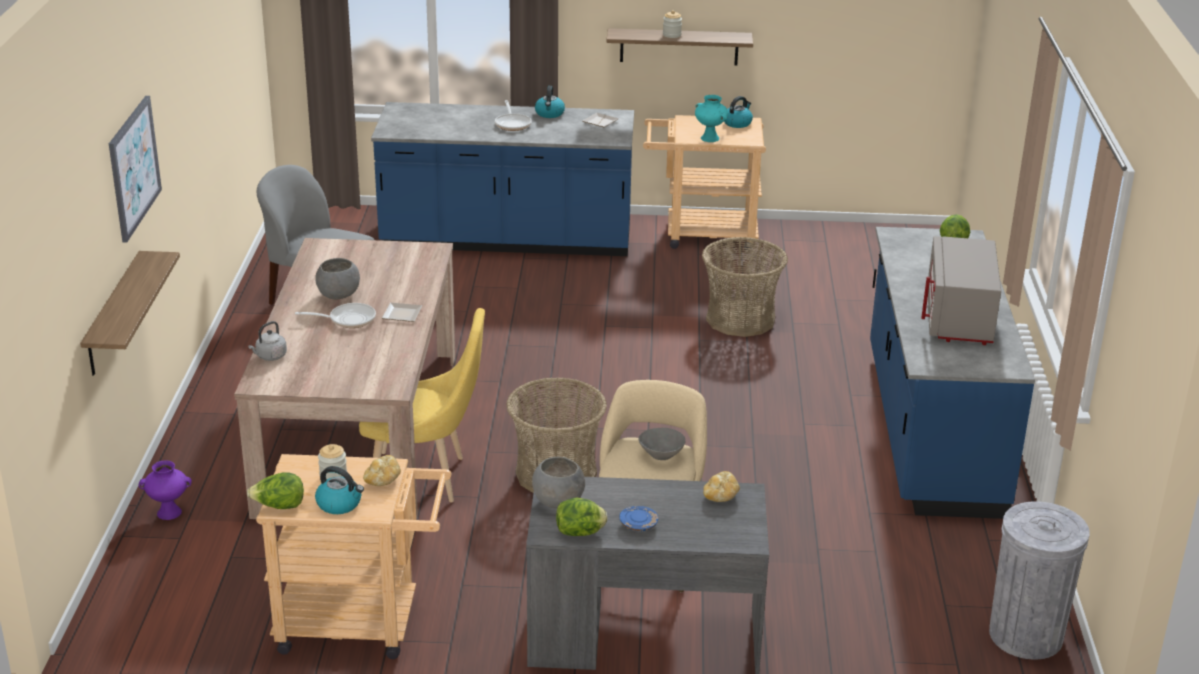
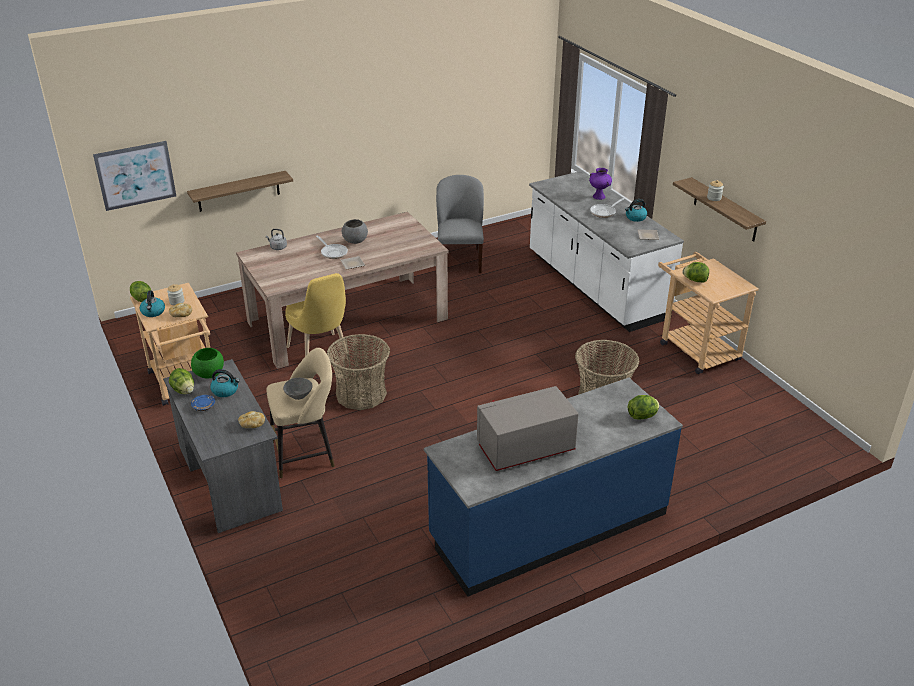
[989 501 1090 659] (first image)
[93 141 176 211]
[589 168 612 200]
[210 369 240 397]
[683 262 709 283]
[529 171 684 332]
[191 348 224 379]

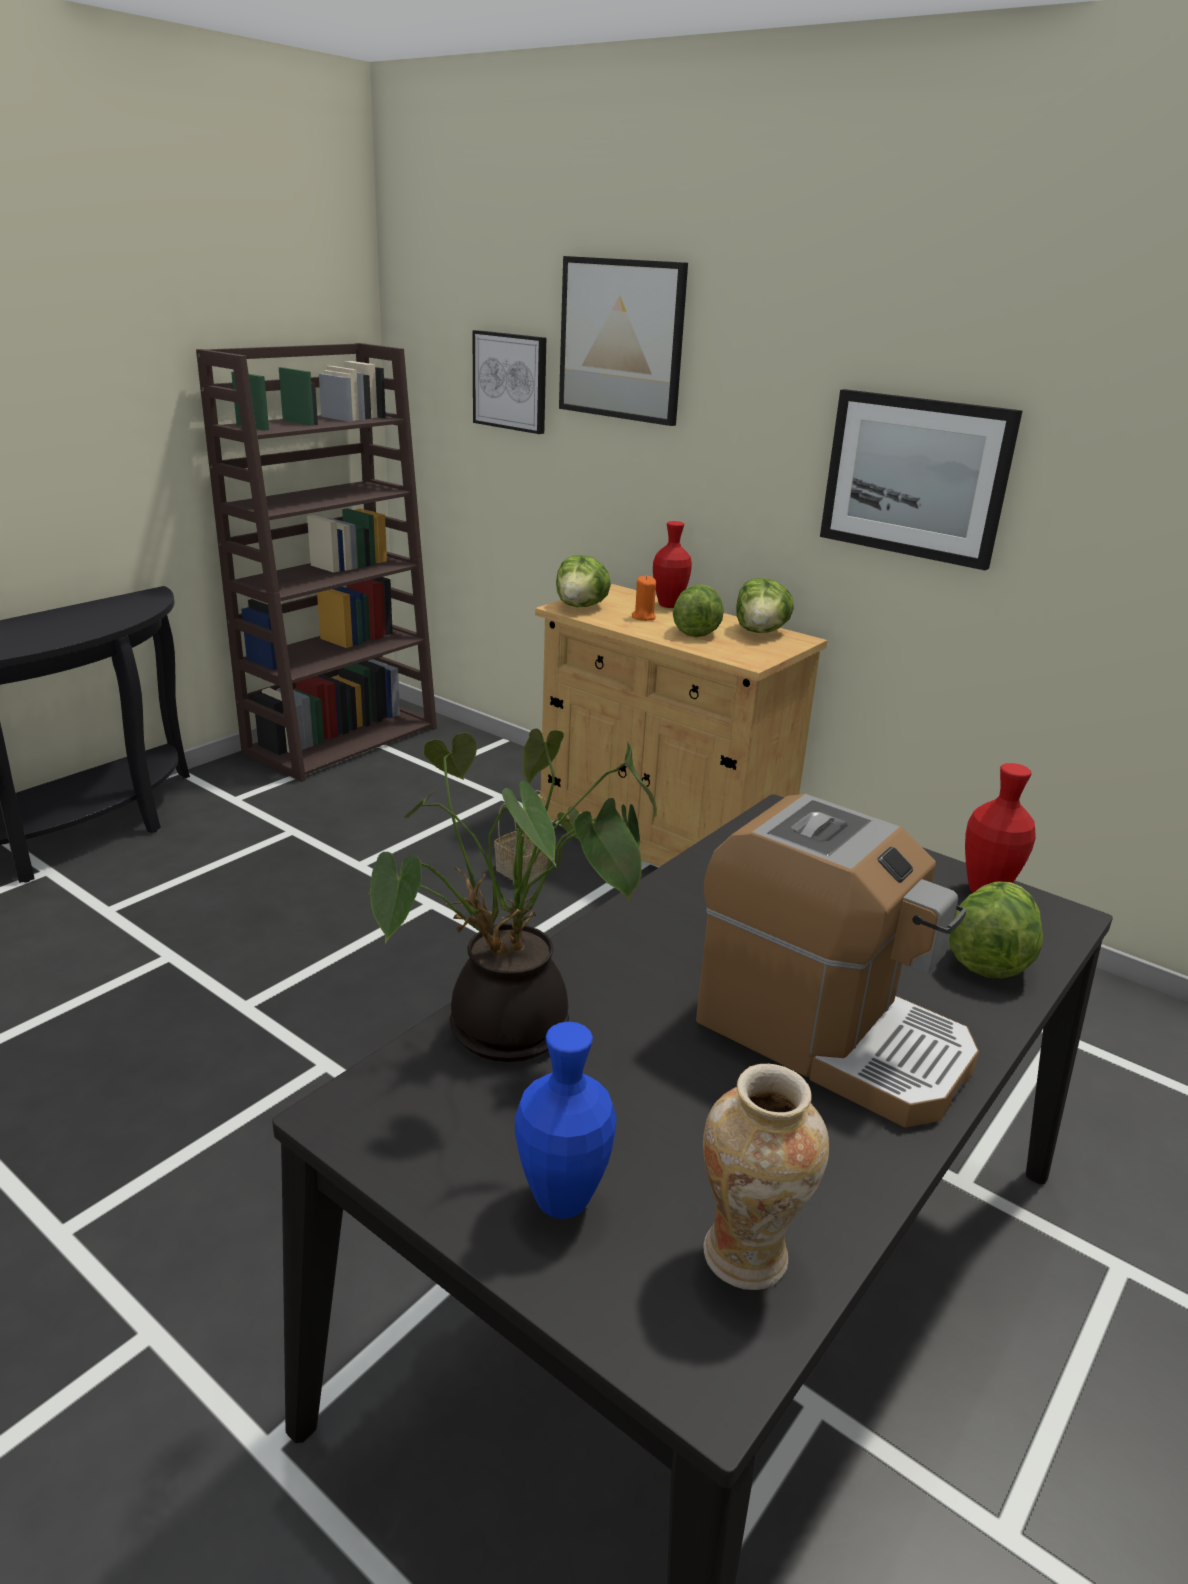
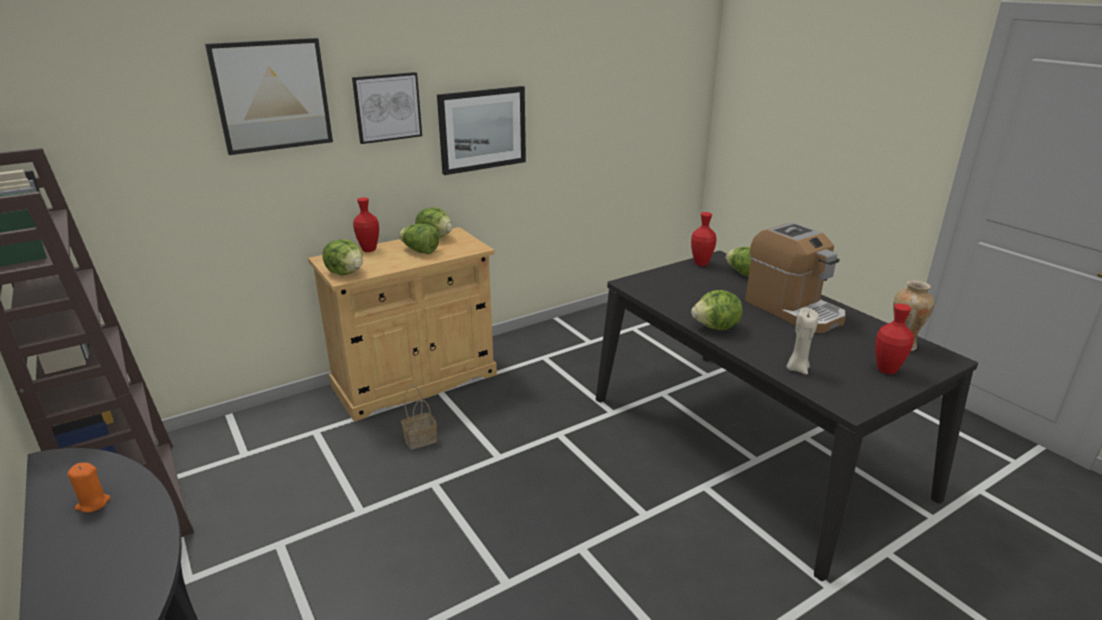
[691 290 743 330]
[352 72 422 144]
[68 463 110 513]
[786 308 819 375]
[875 304 914 374]
[745 222 846 333]

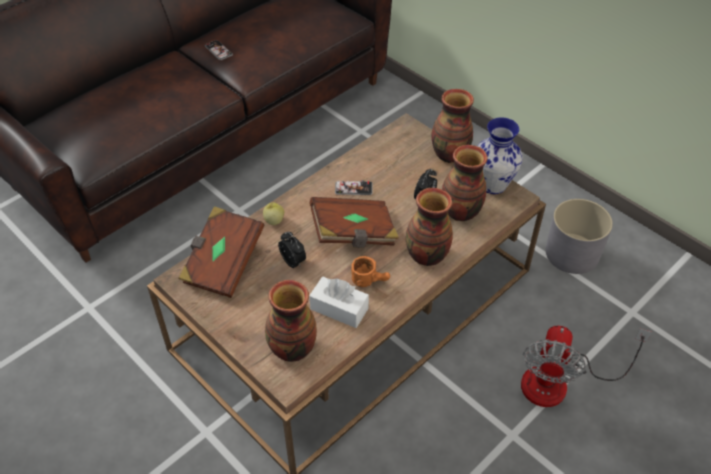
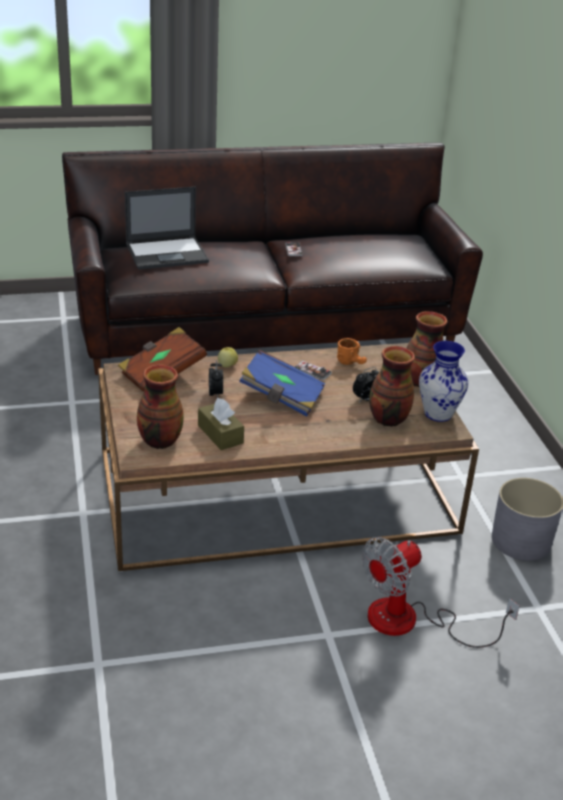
[406 188 453 266] (first image)
[125 187 209 270]
[337 338 367 365]
[198 398 244 450]
[239 350 325 417]

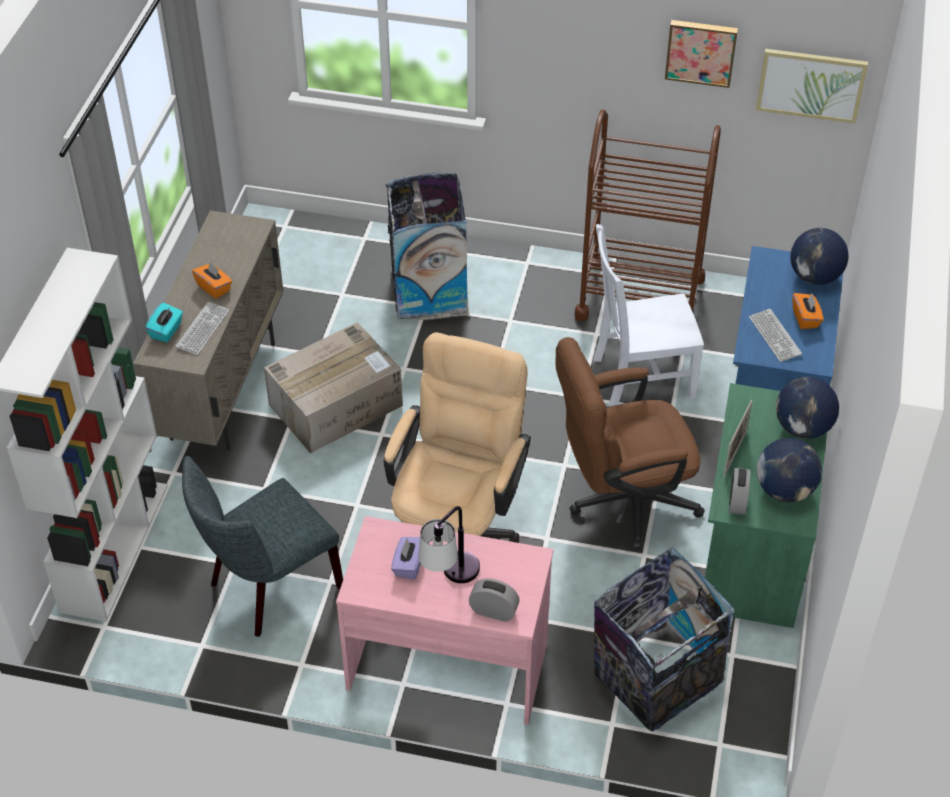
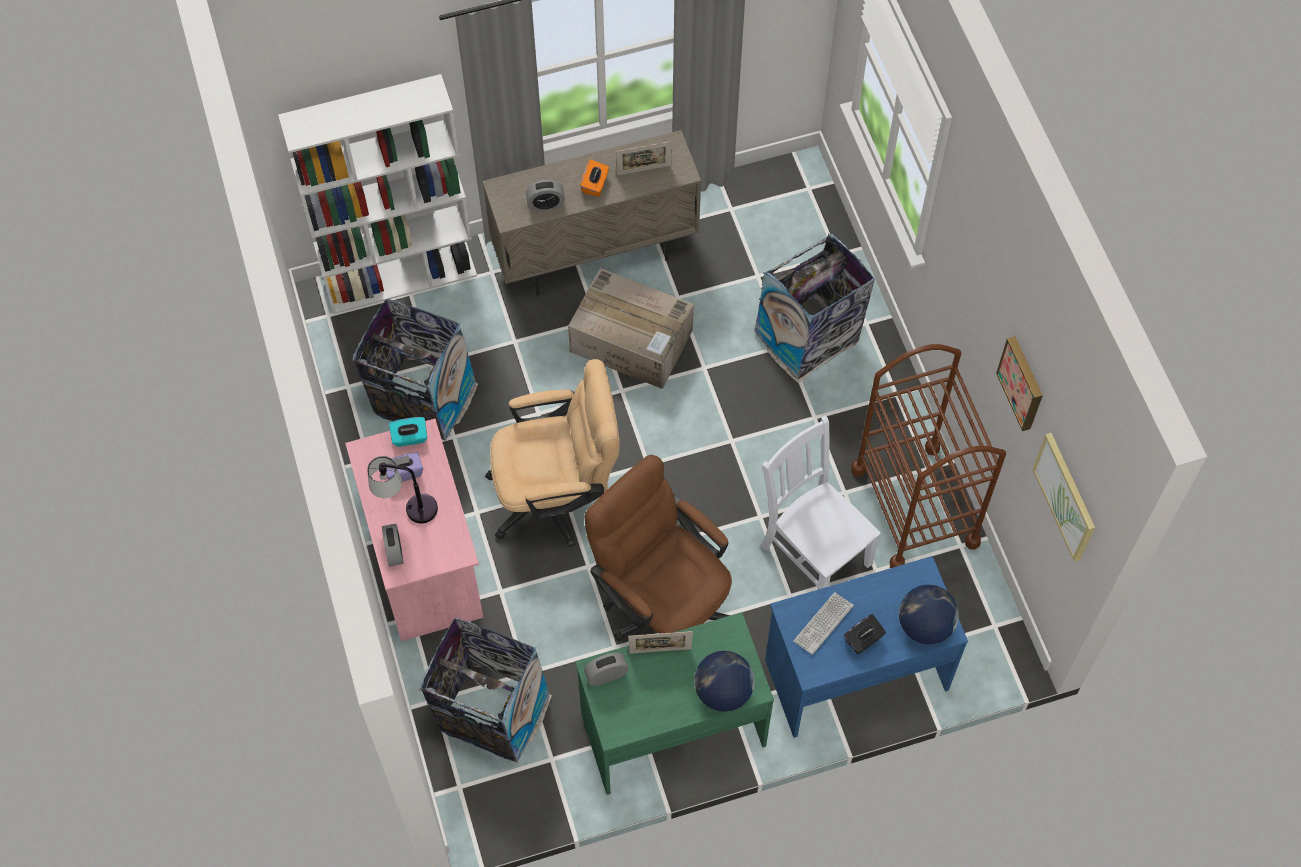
[757 438 822 502] (first image)
[616 141 672 175]
[389 417 427 447]
[526 180 565 211]
[352 299 478 441]
[844 614 886 654]

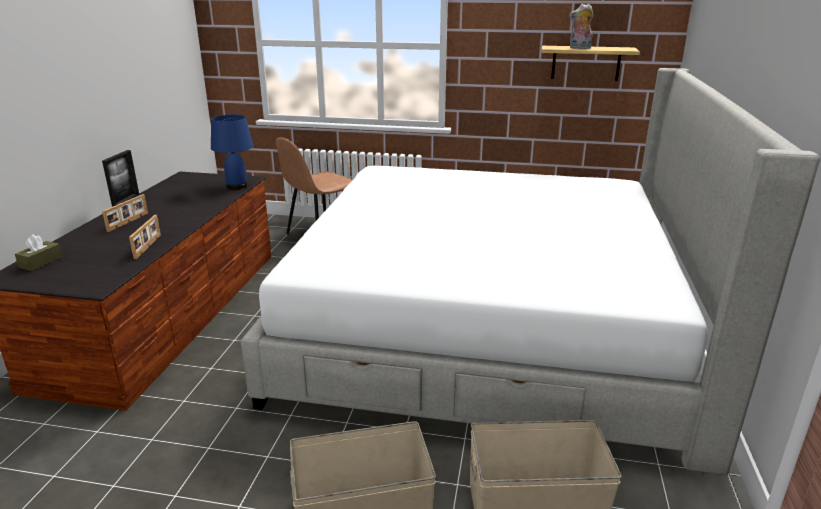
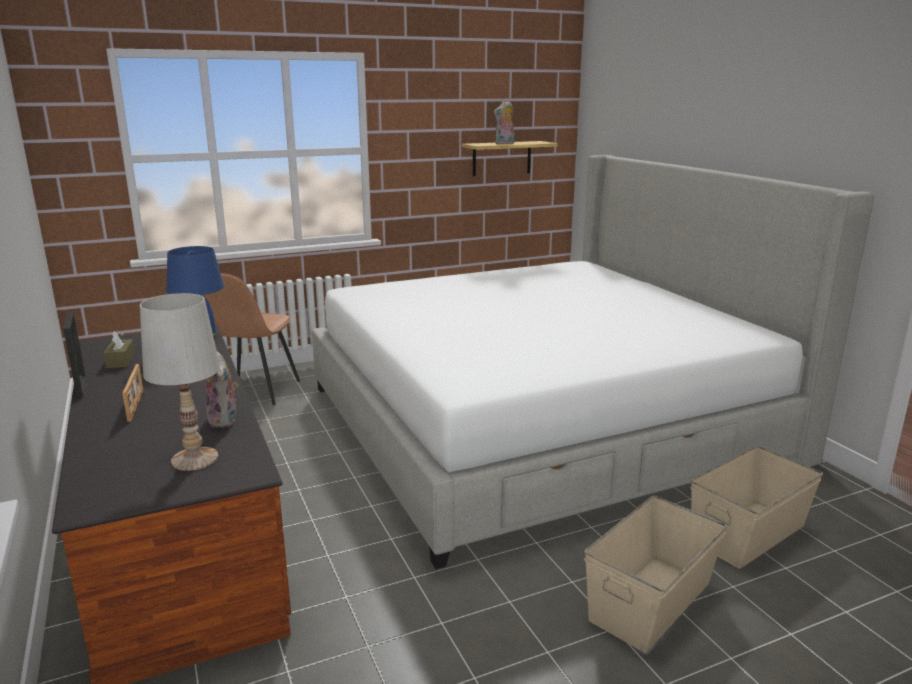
[140 293 220 471]
[103 331 135 368]
[206 351 238 428]

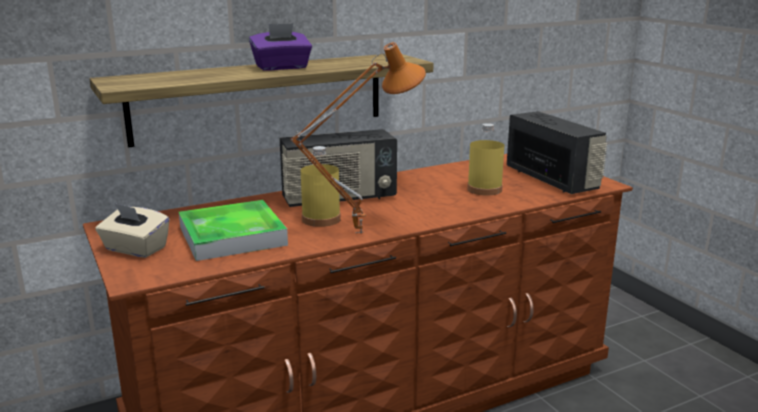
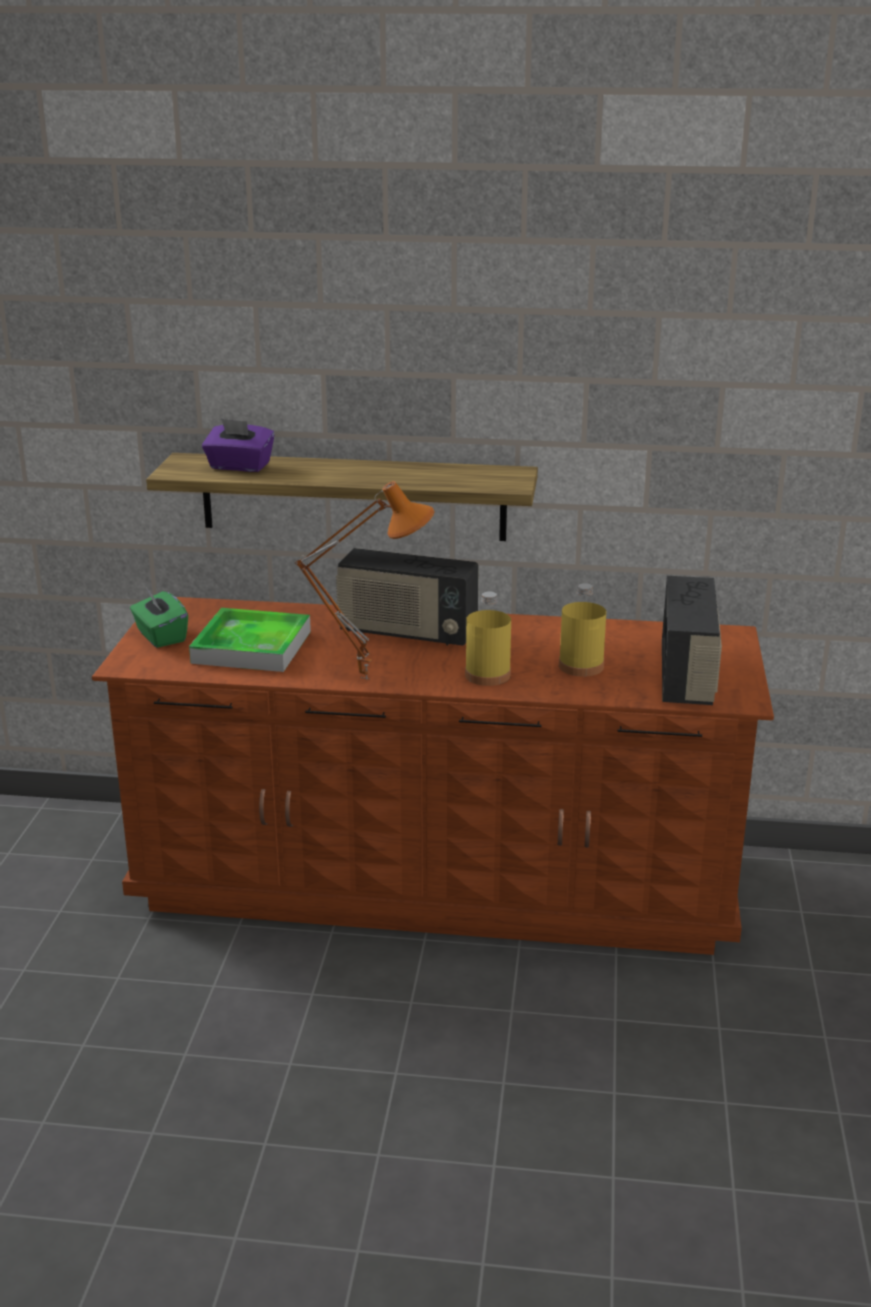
[202 419 275 472]
[465 592 511 686]
[130 589 188 648]

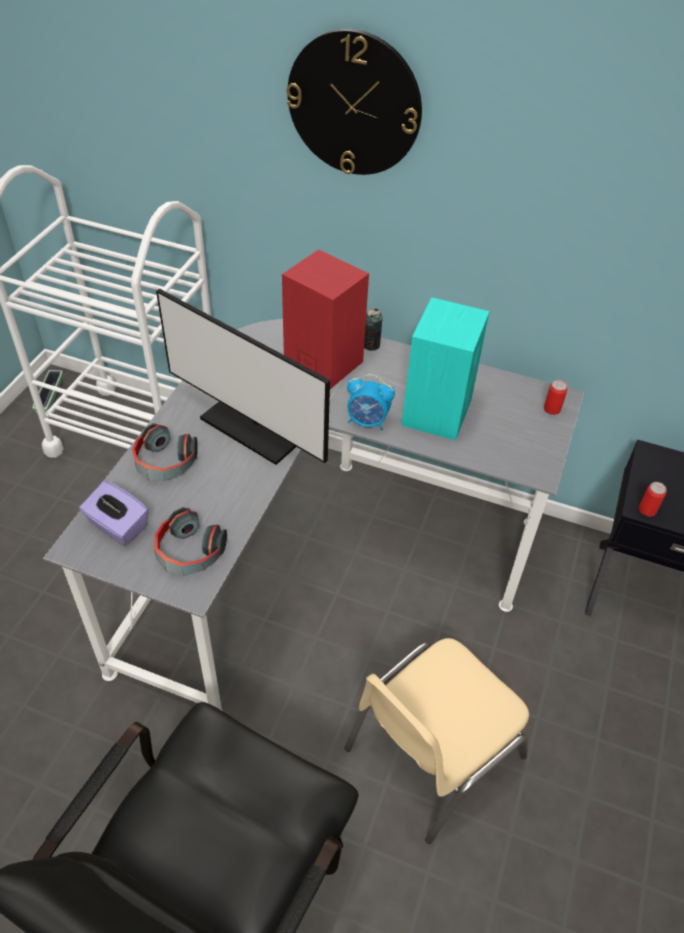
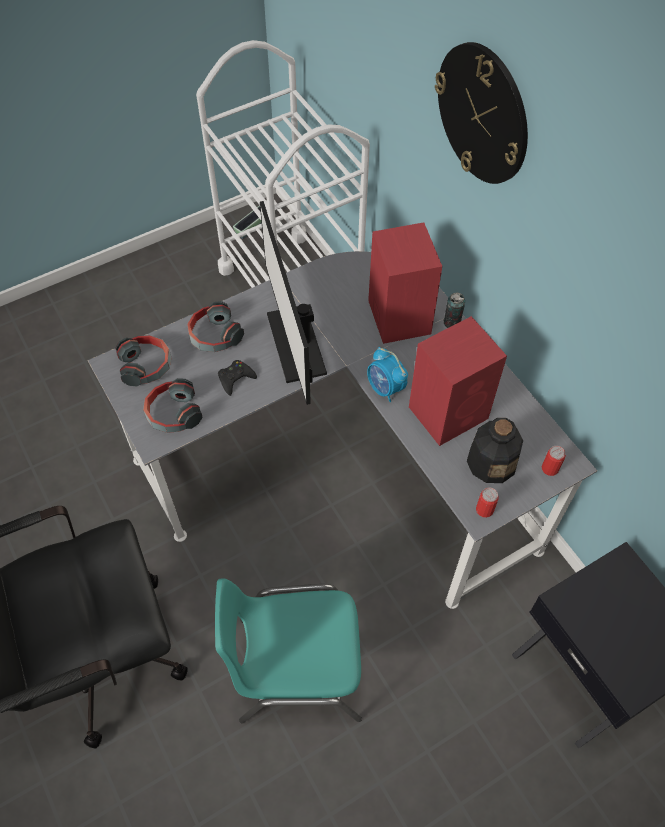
[218 360 257 396]
[467 418 523 483]
[476 487 499 518]
[115 335 171 387]
[215 579 362 724]
[409 316 507 446]

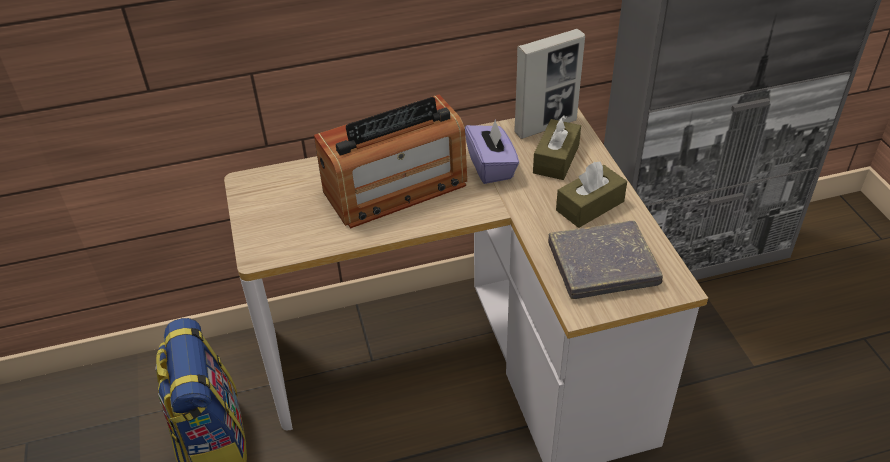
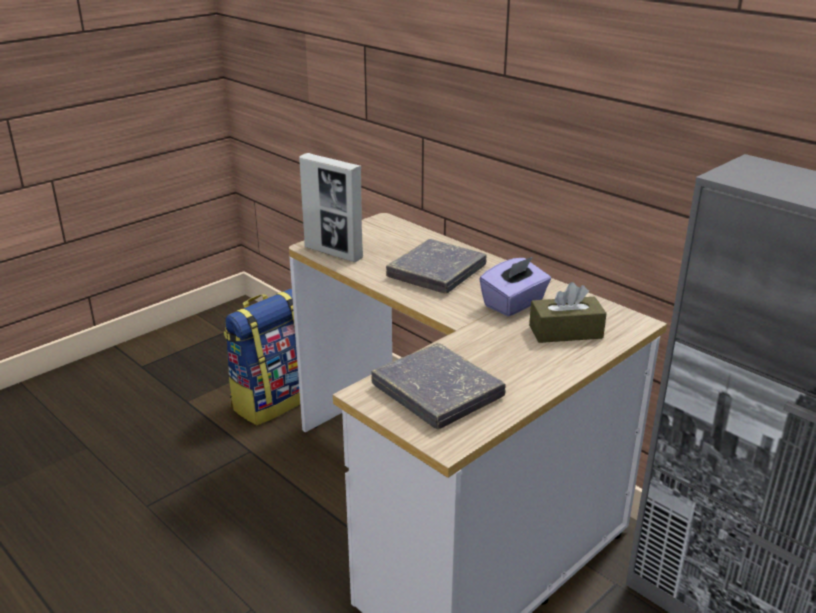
[556 162 627 228] (first image)
[299 153 363 262]
[386 239 487 293]

